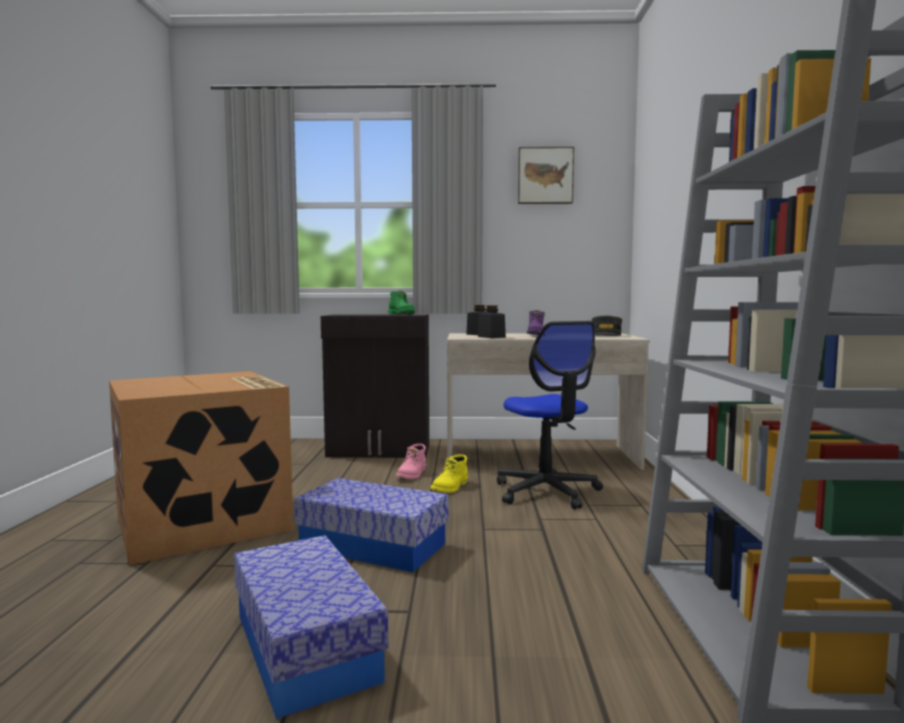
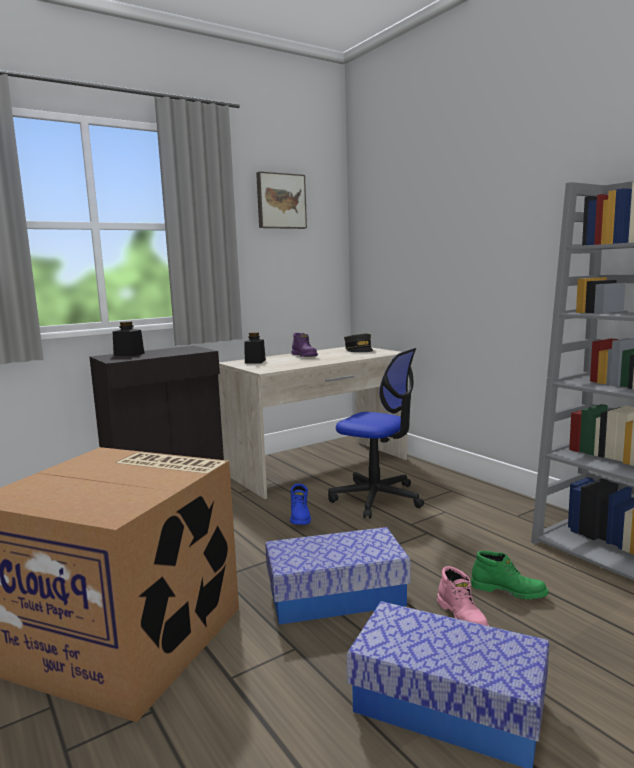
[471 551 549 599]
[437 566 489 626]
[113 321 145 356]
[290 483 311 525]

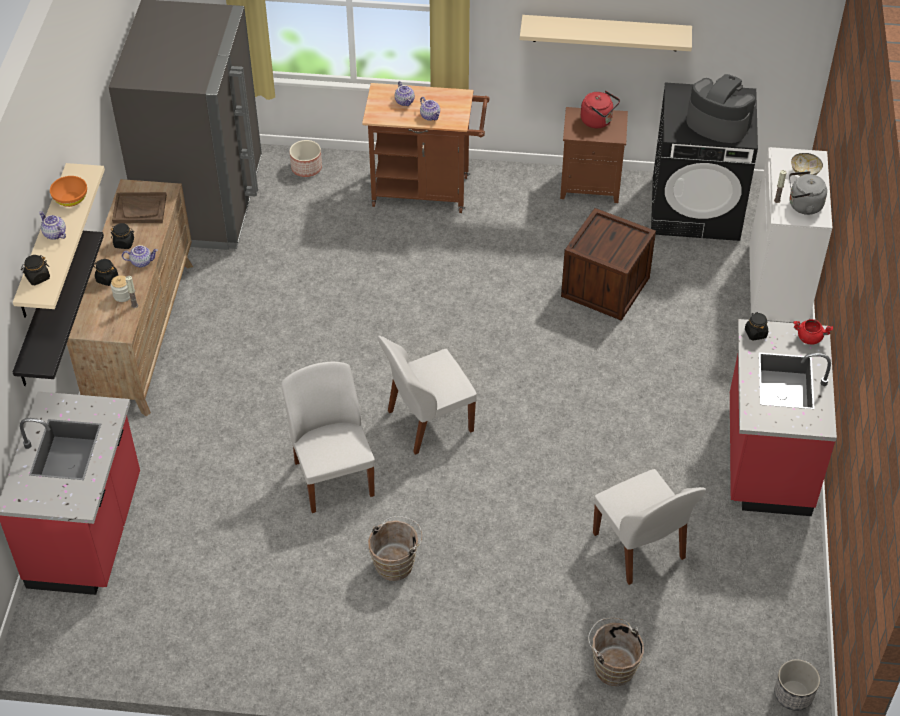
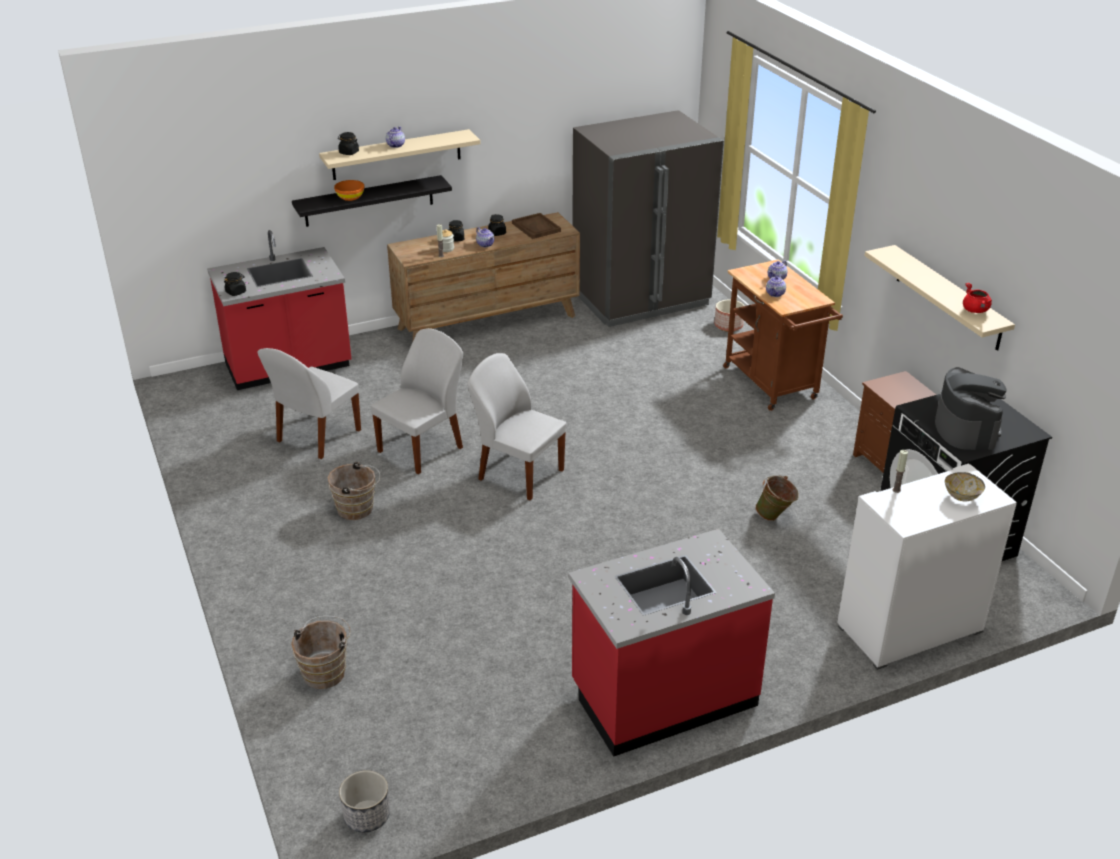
[581 91 620 128] (first image)
[789 171 827 215] (first image)
[334 180 364 201]
[257 348 361 459]
[224 272 246 296]
[963 283 992 313]
[755 475 799 521]

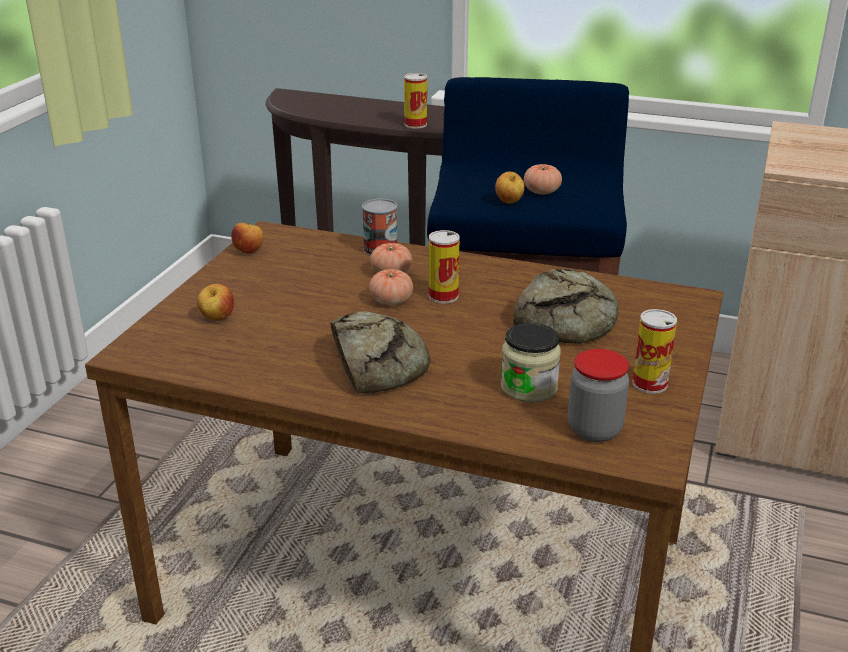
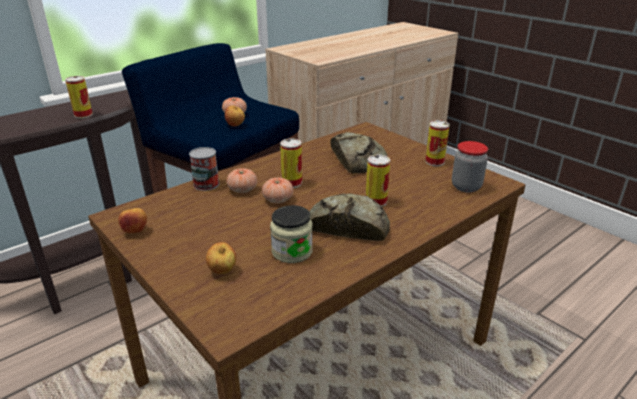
[366 155 390 207]
[270 205 313 263]

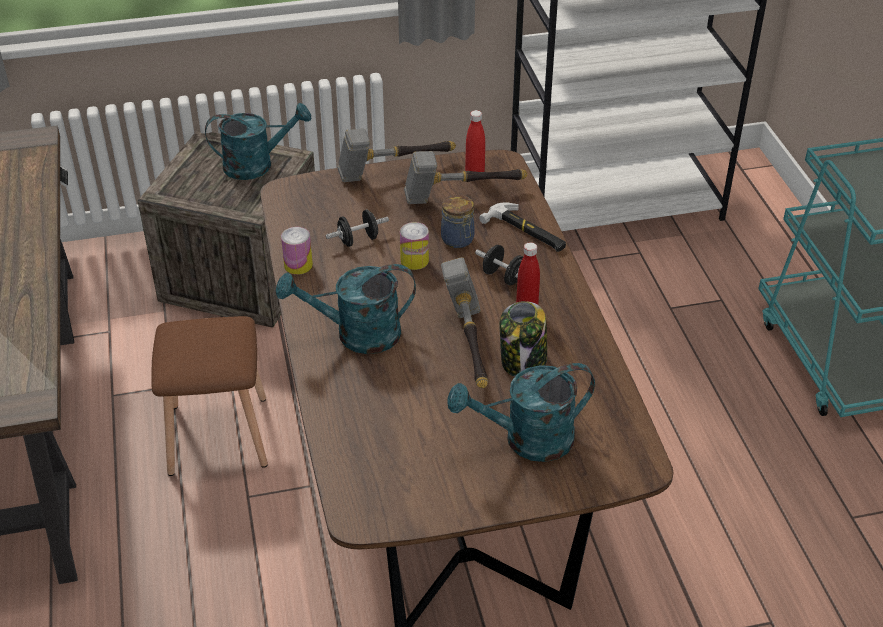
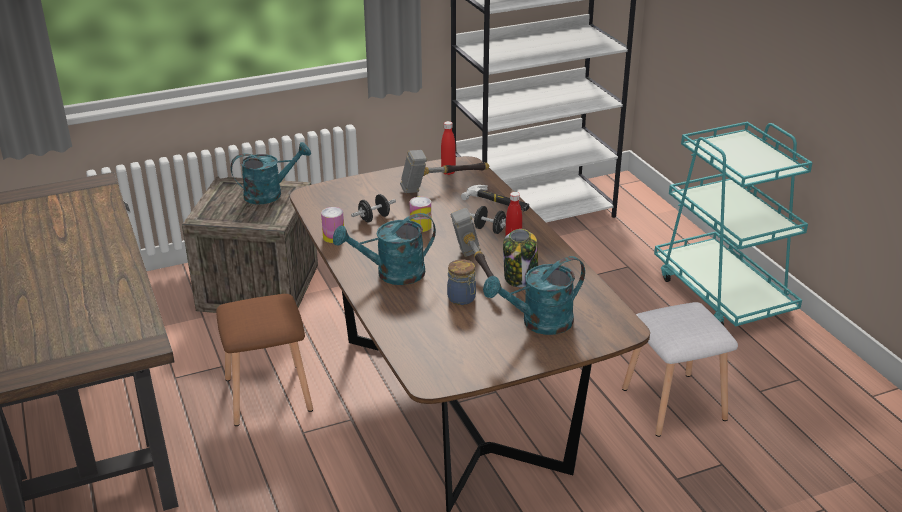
[337 128 456 182] (first image)
[622 302 738 437]
[447 259 476 305]

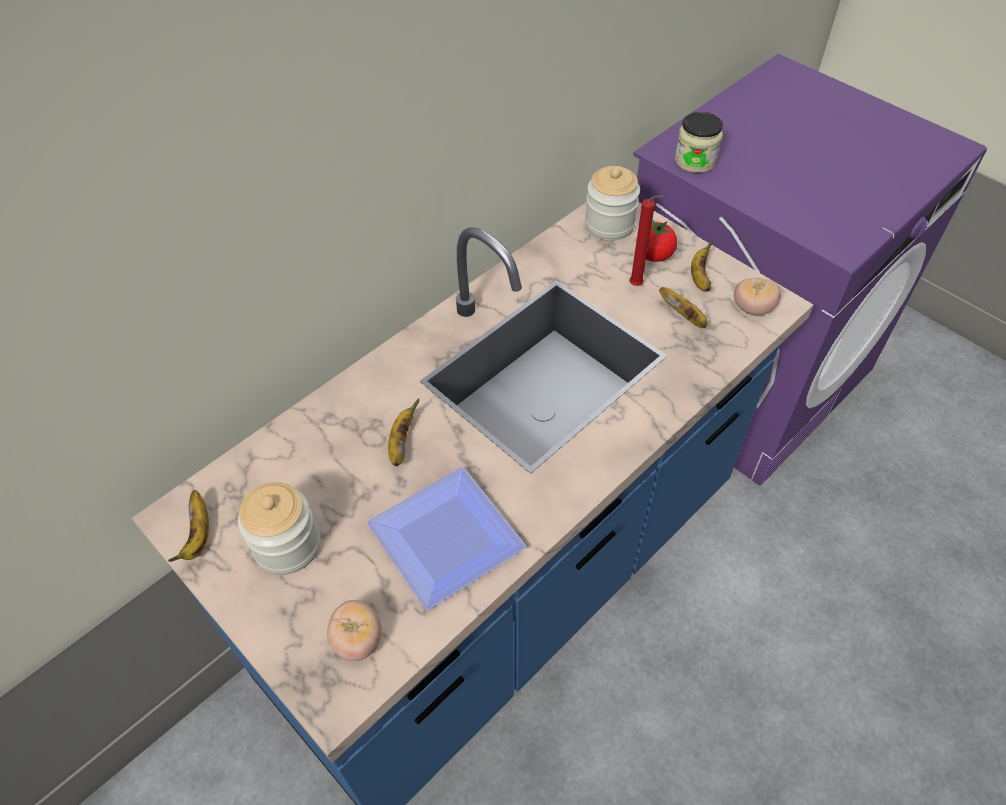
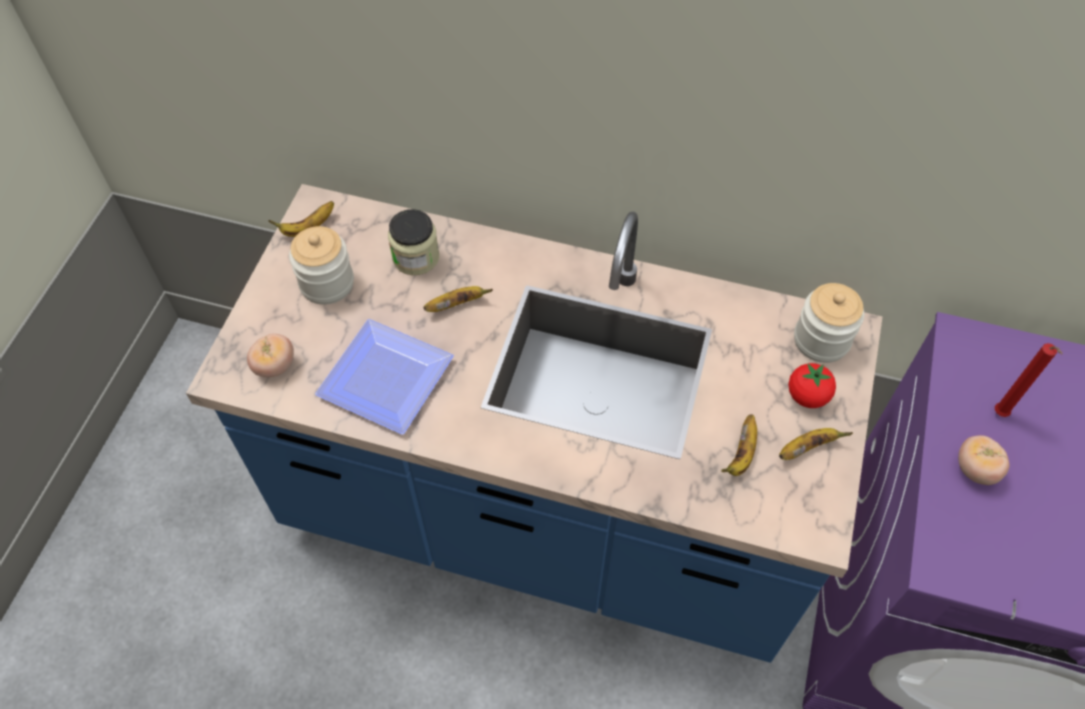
[995 343 1063 417]
[388 209 439 275]
[958 435 1010 485]

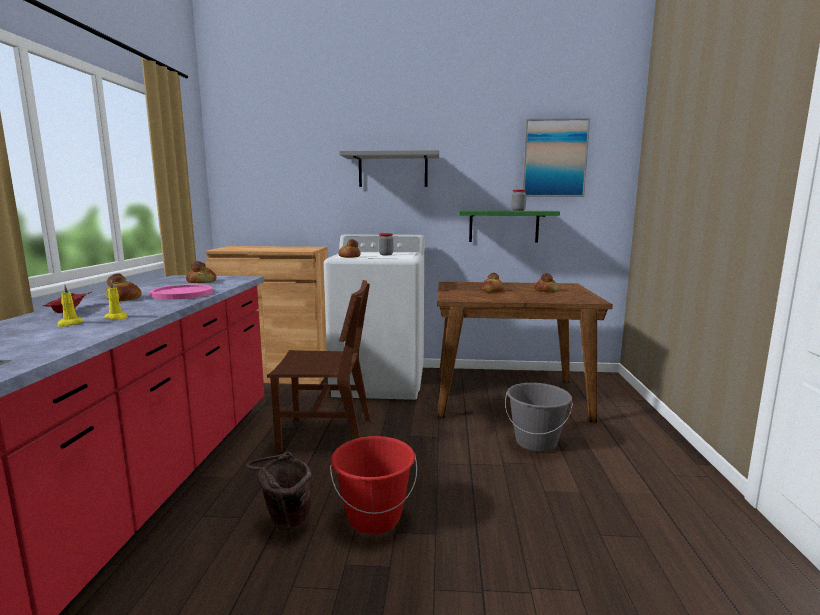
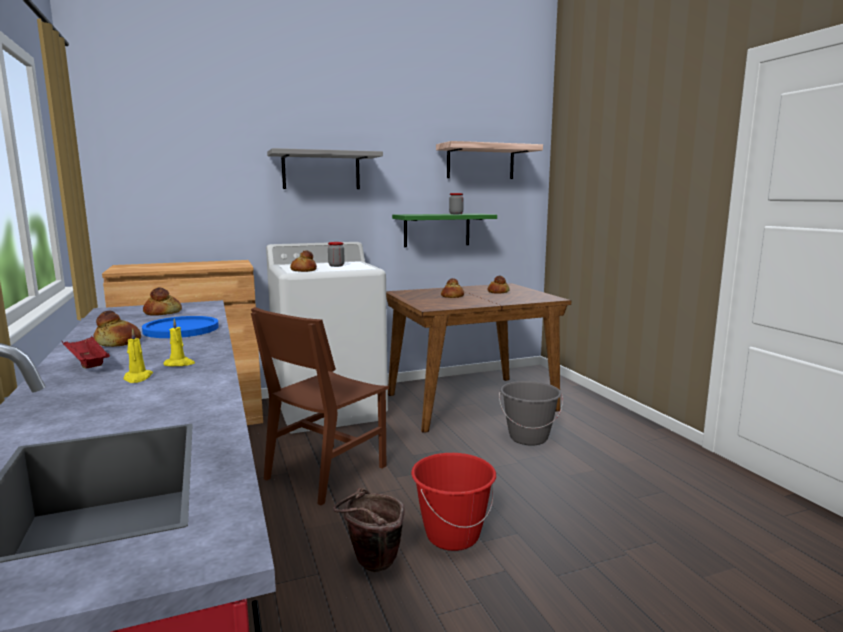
[436 141 543 179]
[142 316 219 338]
[251 307 389 505]

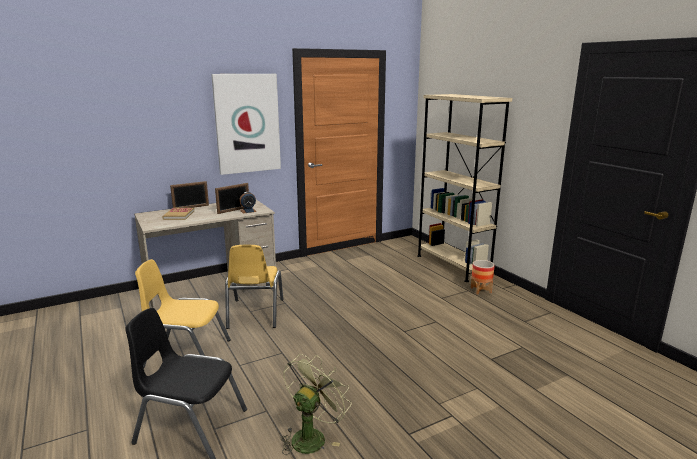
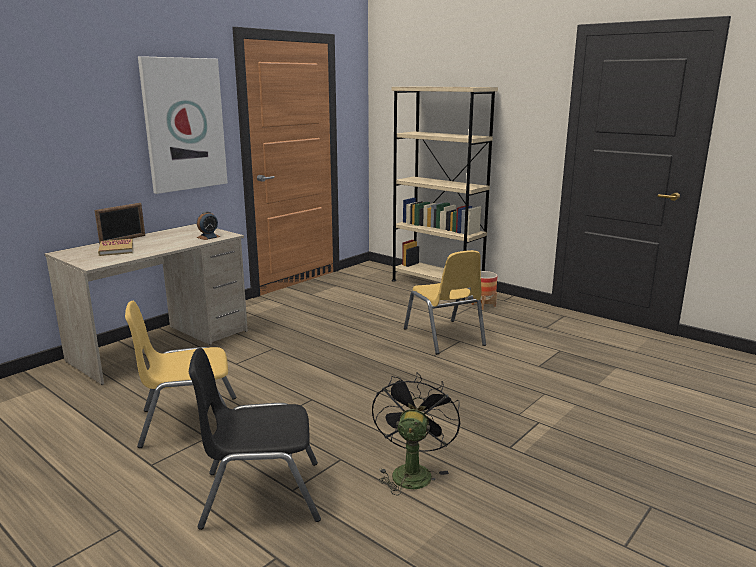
[215 183 249 214] (first image)
[404 250 486 354]
[372 372 460 496]

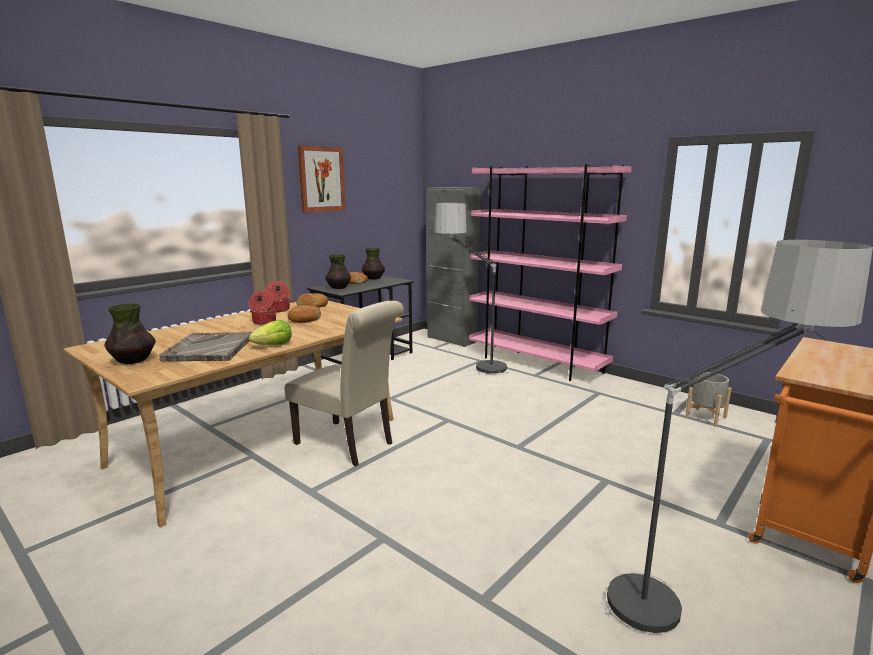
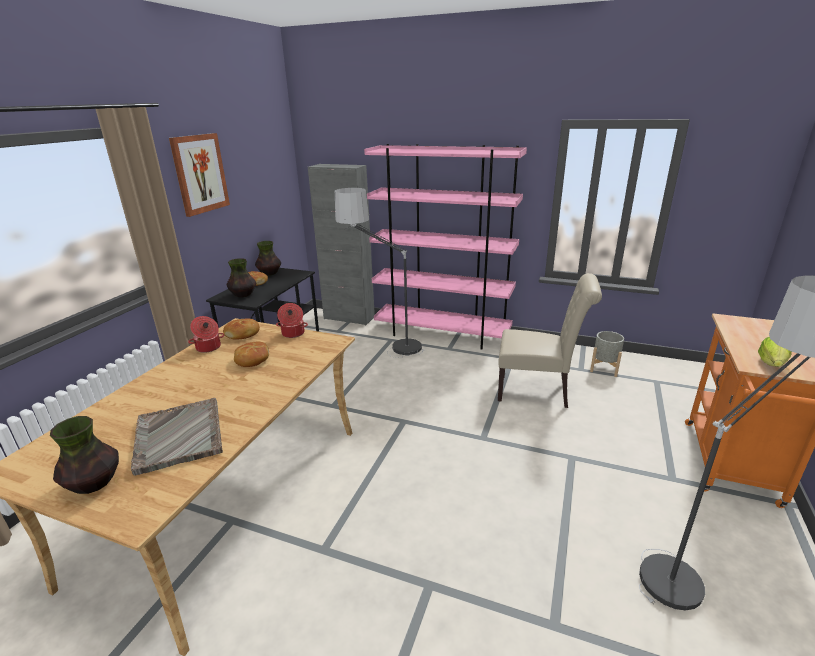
[276 303 308 338]
[758 337 792 367]
[498 273 602 408]

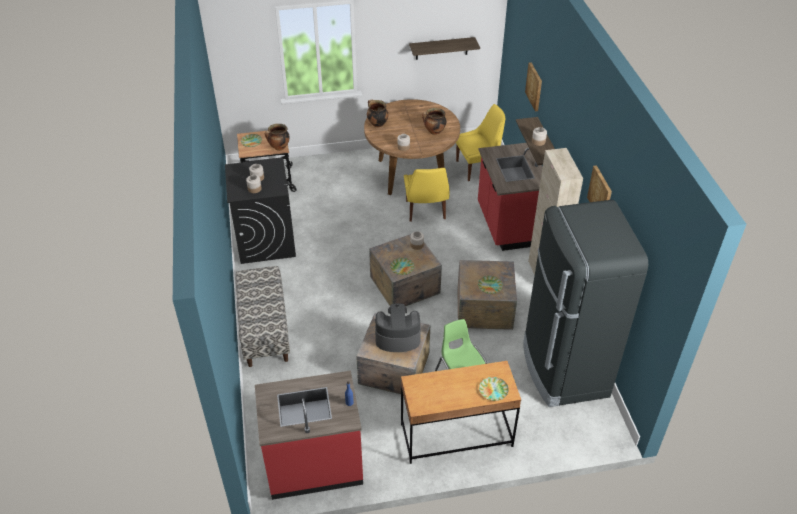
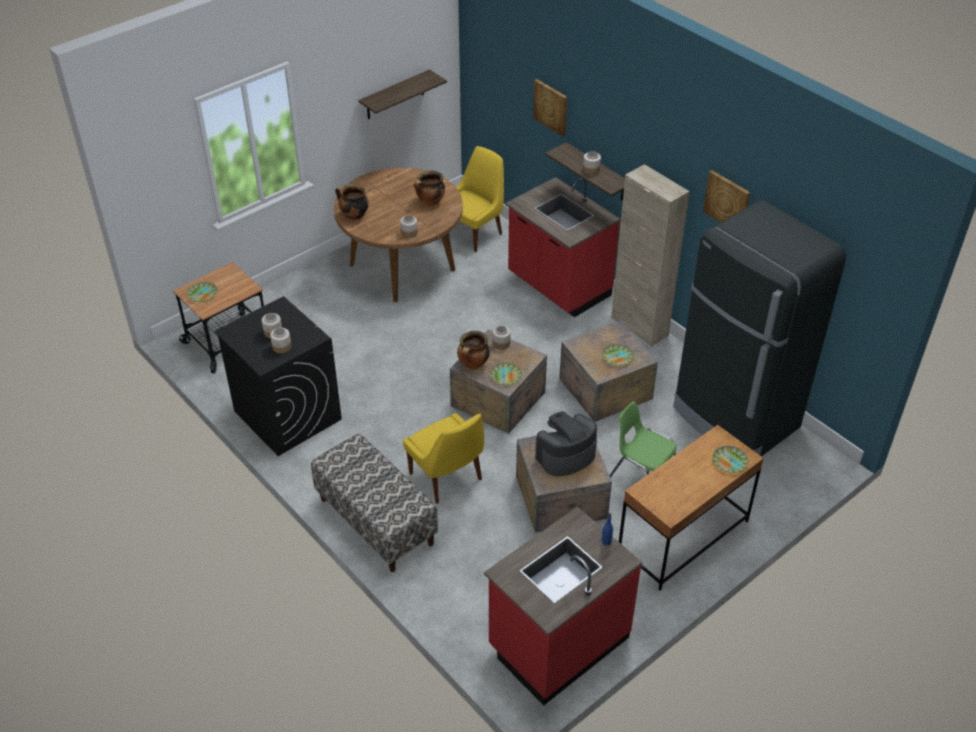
[457 331 490 370]
[403 413 484 504]

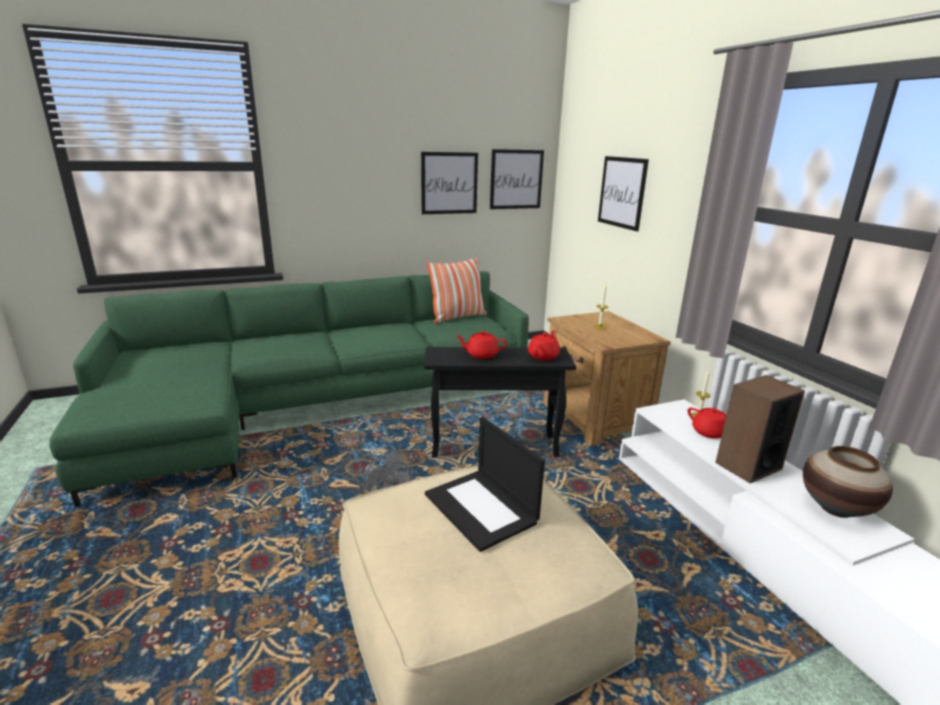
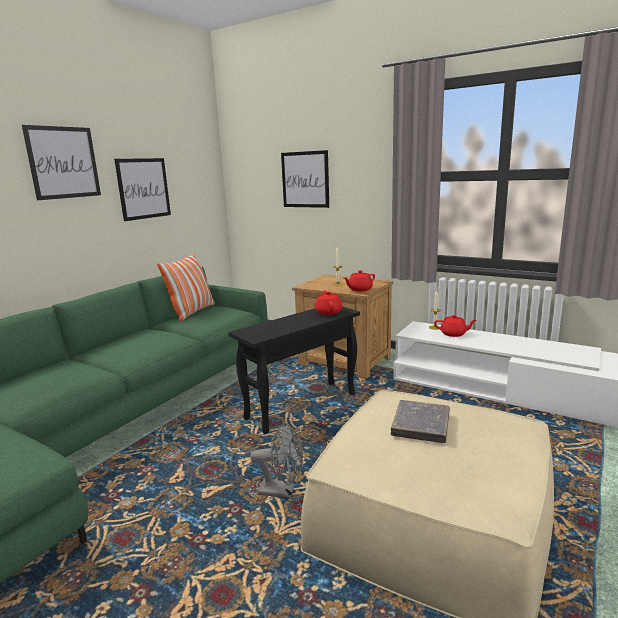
[715 375 805 483] (first image)
[803 446 893 518] (first image)
[344 270 375 291]
[22 125 101 200]
[391 400 450 443]

